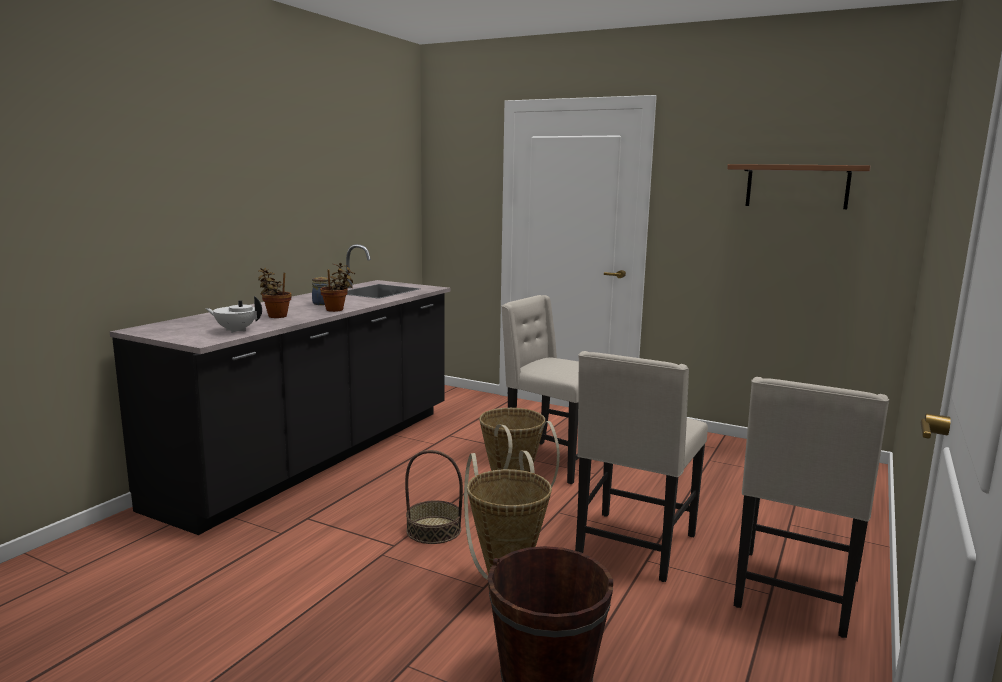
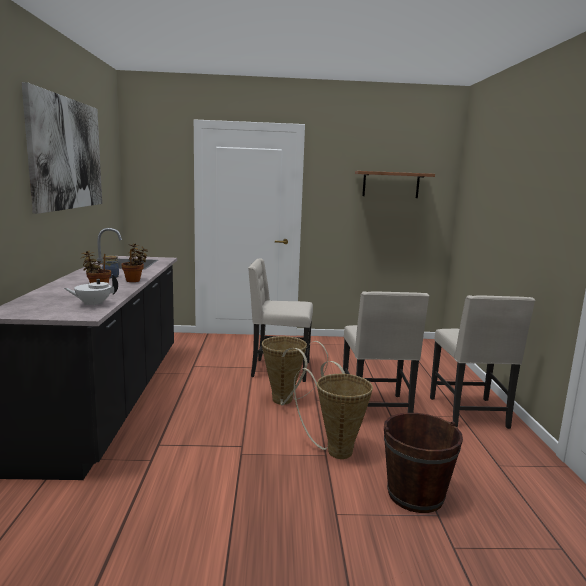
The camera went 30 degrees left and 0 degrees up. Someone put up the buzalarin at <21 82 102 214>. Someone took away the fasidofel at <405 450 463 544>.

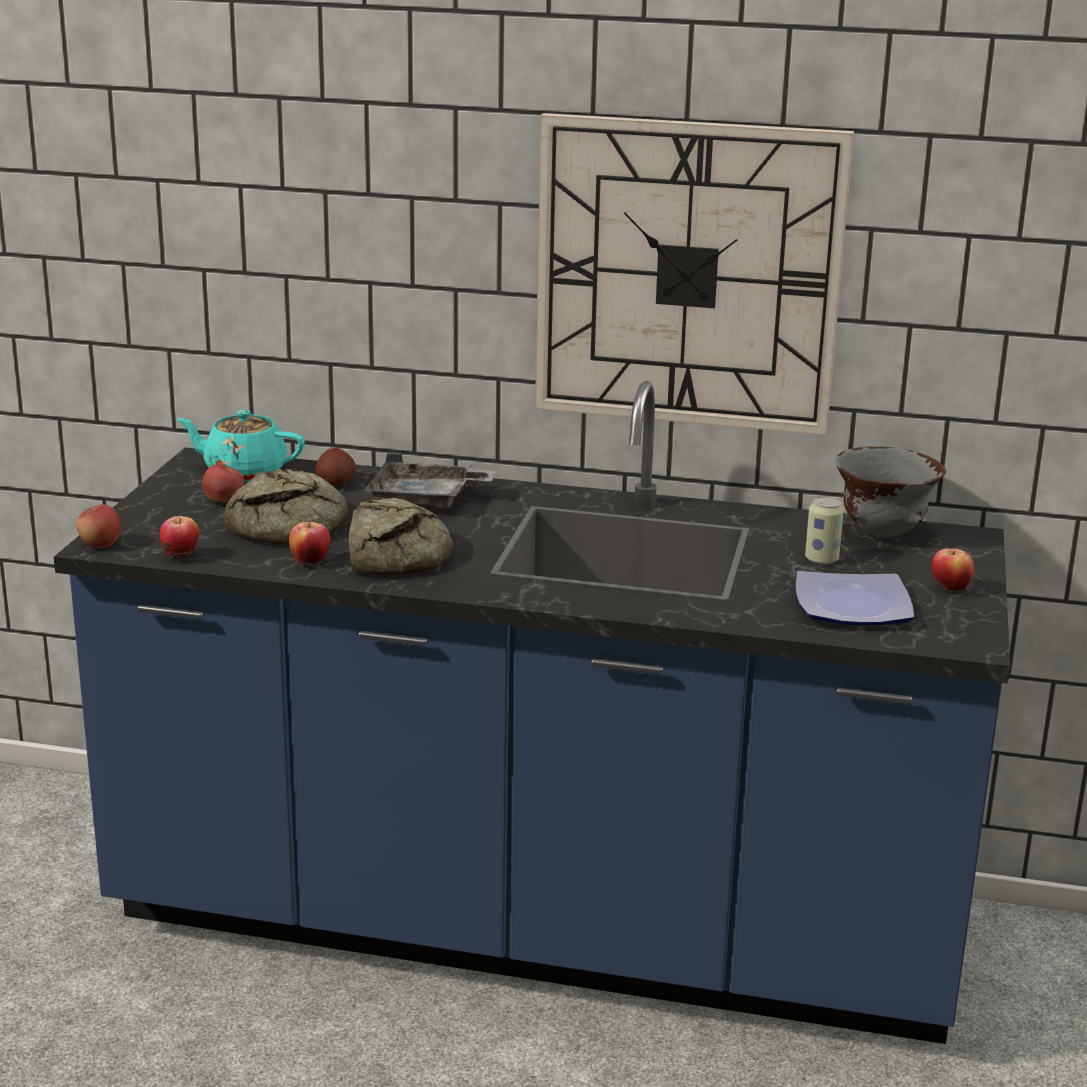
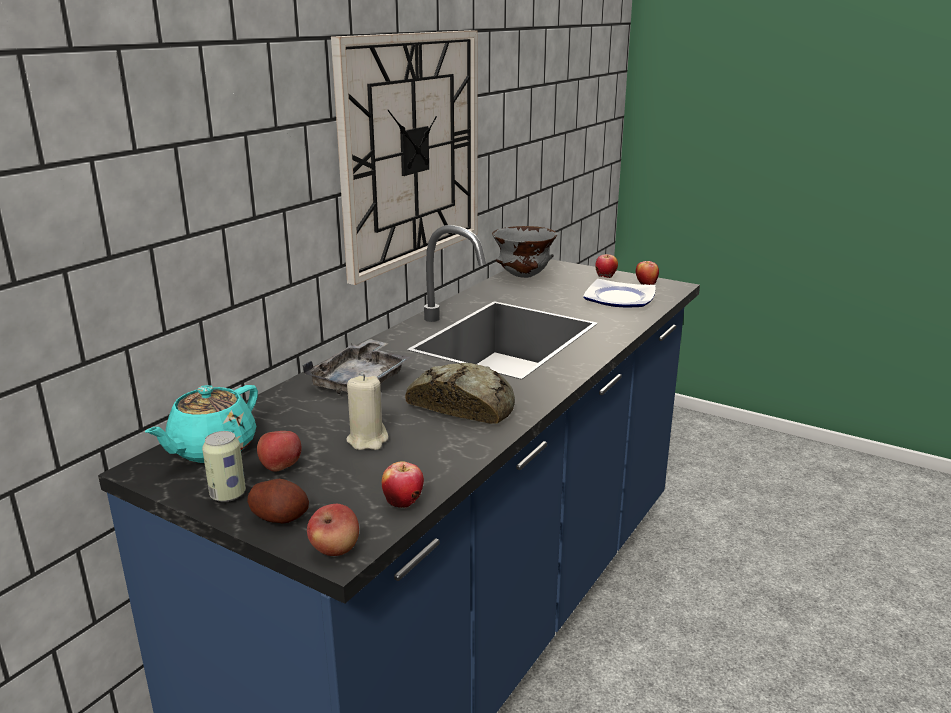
The camera went 70 degrees left and 0 degrees up. Someone carried the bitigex from <805 497 844 565> to <202 431 246 502>. Someone carried the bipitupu from <316 448 356 485> to <247 479 309 524>. Someone swapped the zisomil at <224 469 348 545> for the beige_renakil at <346 374 388 450>. Someone carried the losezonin from <289 522 331 564> to <636 261 659 285>.

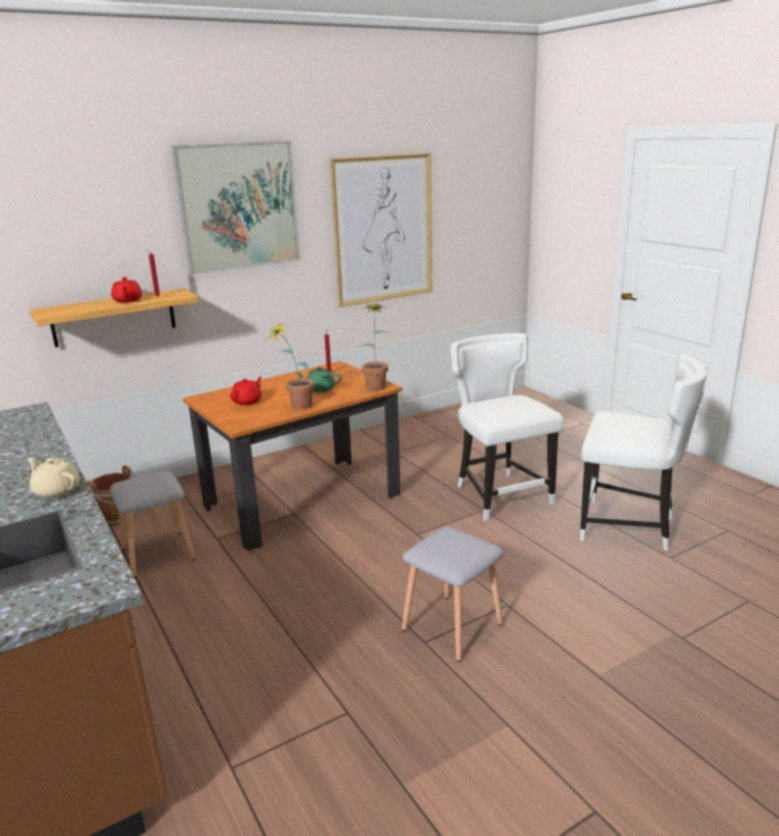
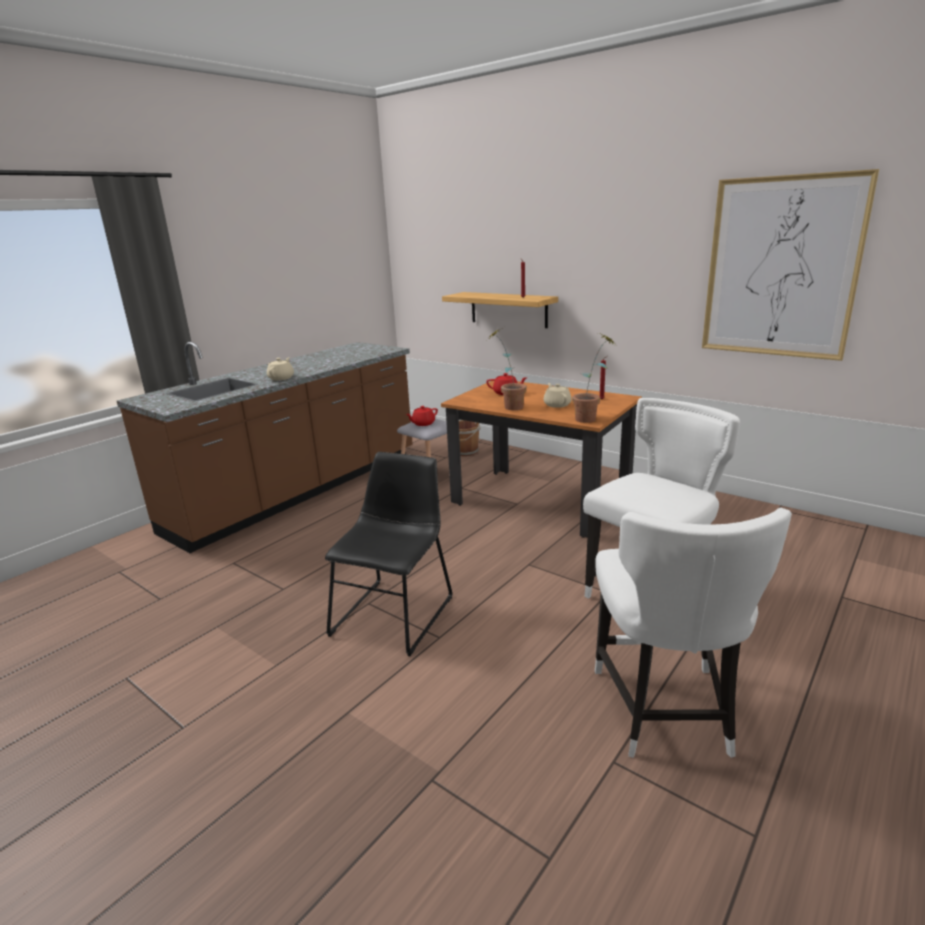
The camera went 70 degrees right and 0 degrees up. Someone swapped the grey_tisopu at <402 527 503 662> for the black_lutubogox at <325 452 453 656>. Someone carried the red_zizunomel from <111 277 142 303> to <406 406 438 426>. Someone repainted the green_zizunomel at <295 367 342 393>, which became the beige_zizunomel at <544 383 572 408>. Someone took away the buzalarin at <171 141 300 275>.

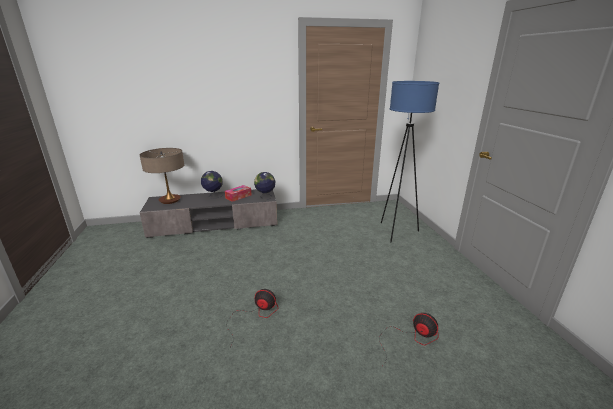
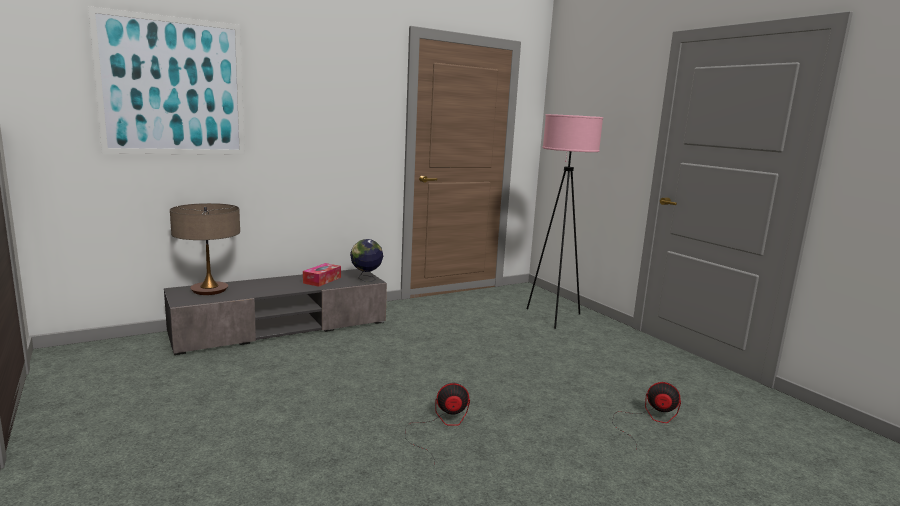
The camera went 20 degrees left and 10 degrees down. Someone put up the buzalarin at <88 6 245 155>. Someone repainted the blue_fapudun at <381 81 439 243>, which became the pink_fapudun at <527 114 603 329>. Someone took away the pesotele at <201 171 223 199>.

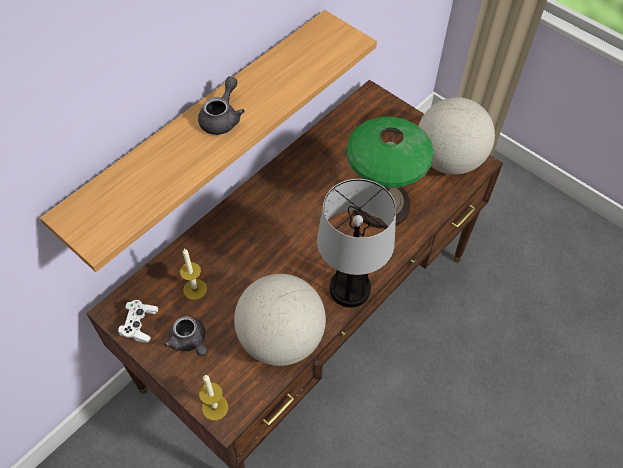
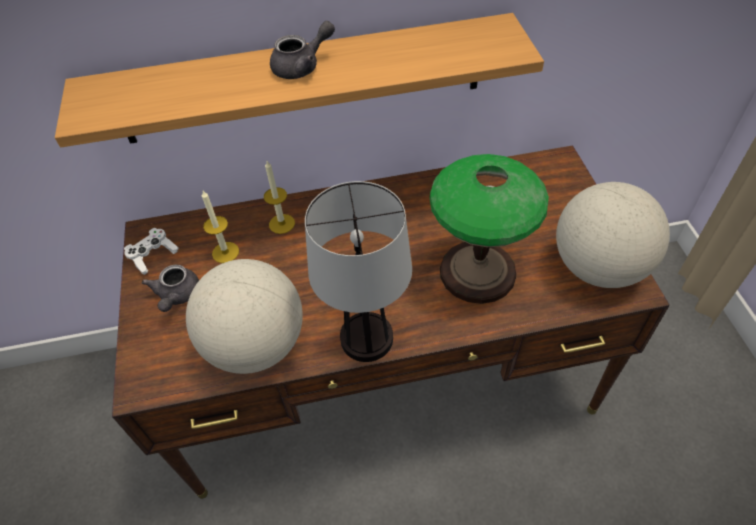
The camera went 40 degrees right and 5 degrees down. Someone carried the renakil from <199 375 228 420> to <264 161 295 234>.

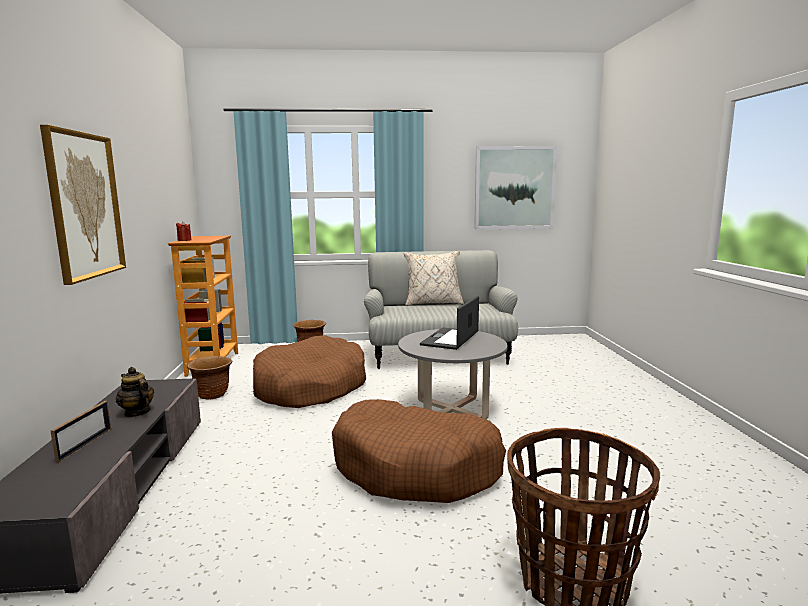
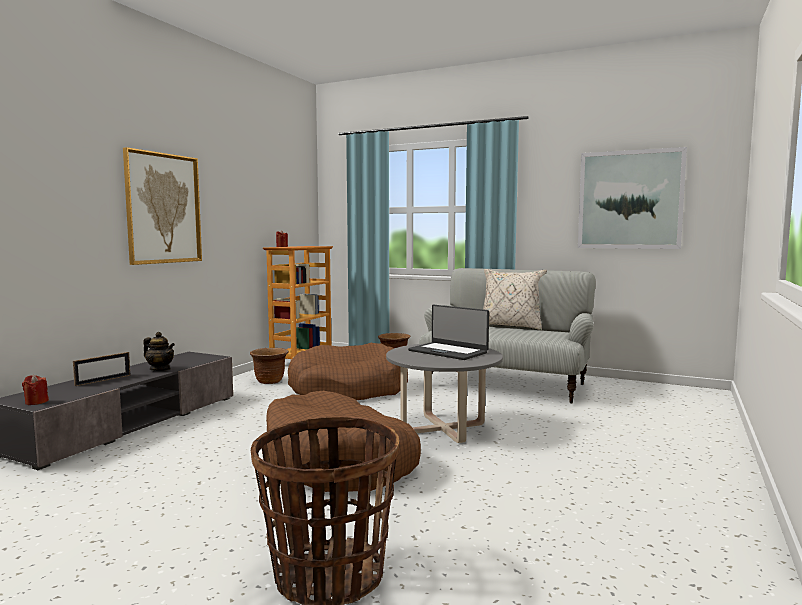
The camera went 30 degrees right and 5 degrees down. Someone put down the red_renakil at <22 375 49 405>. Someone rotated the zizunomel at <116 367 154 418> by 135 degrees clockwise. Someone rotated the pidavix at <420 296 479 350> by 105 degrees counterclockwise.

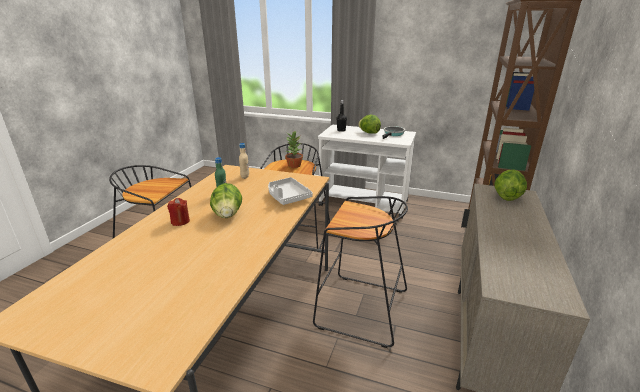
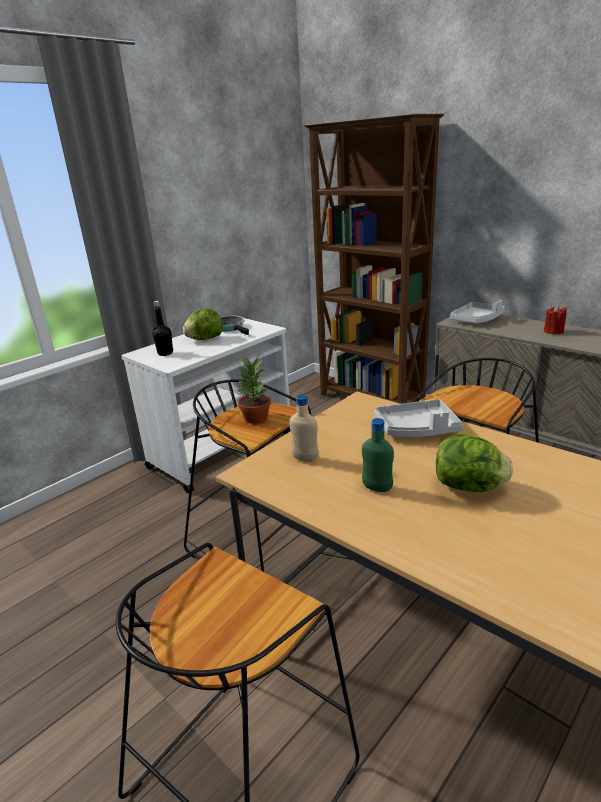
The camera went 65 degrees left and 0 degrees up. Someone swapped the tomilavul at <494 169 527 201> for the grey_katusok at <450 300 505 323>. Someone carried the red_renakil from <167 198 190 226> to <544 305 567 334>.

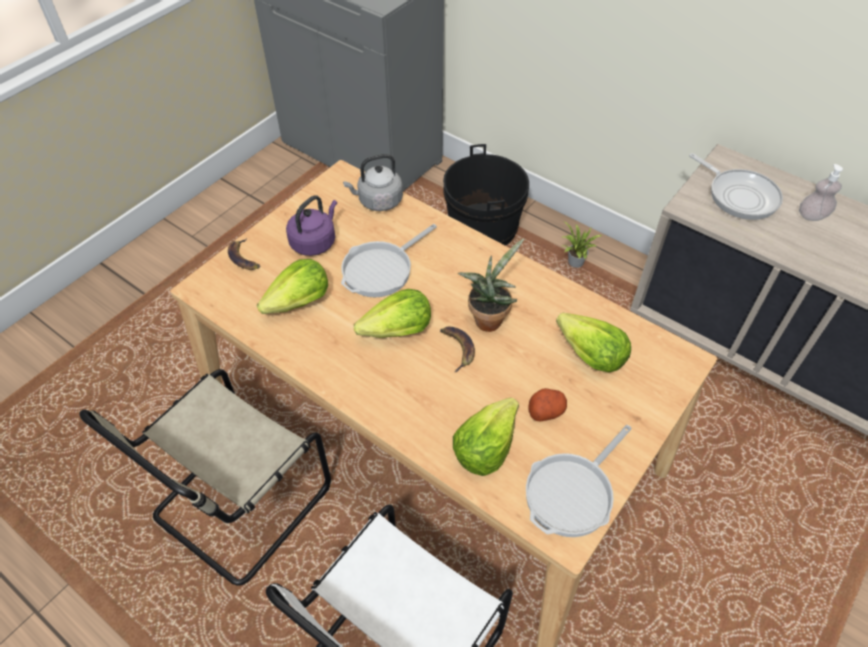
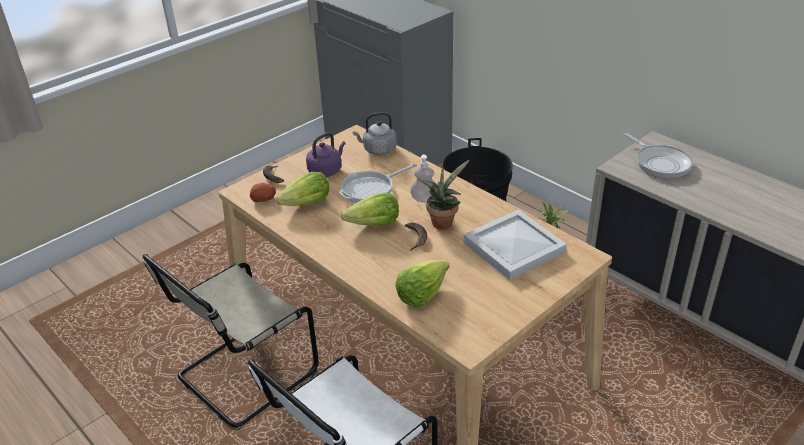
The camera went 10 degrees right and 15 degrees down. Someone carried the bipitupu from <529 388 567 422> to <250 183 276 202>. Someone carried the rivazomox from <799 164 843 221> to <410 154 435 203>. Someone swapped the tomilavul at <556 313 631 372> for the white_katusok at <463 209 567 280>. Someone took away the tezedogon at <526 425 632 537>.

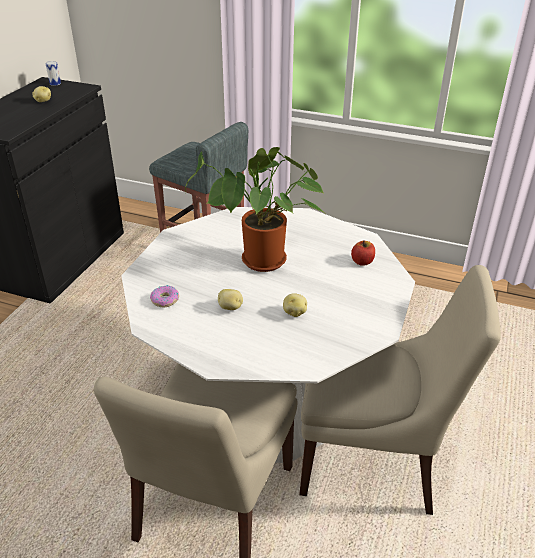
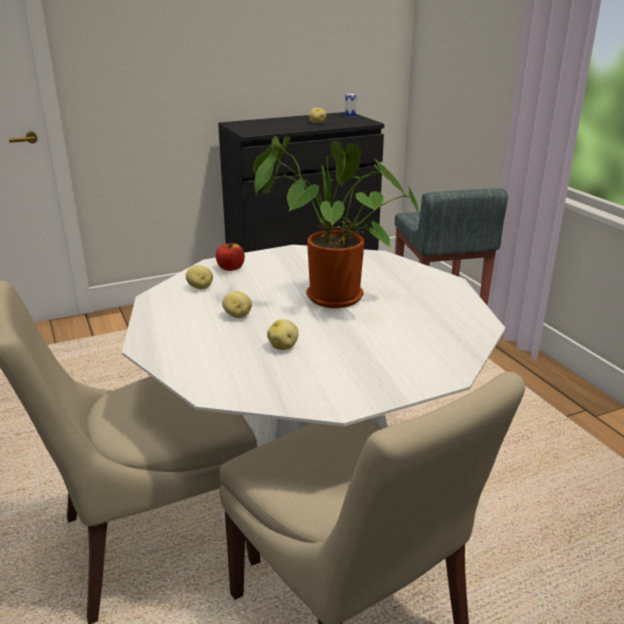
The camera went 45 degrees right and 10 degrees down. Someone swapped the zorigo at <150 285 179 307> for the bipitupu at <186 265 213 289>. Someone carried the losezonin from <351 240 375 266> to <216 241 245 271>.

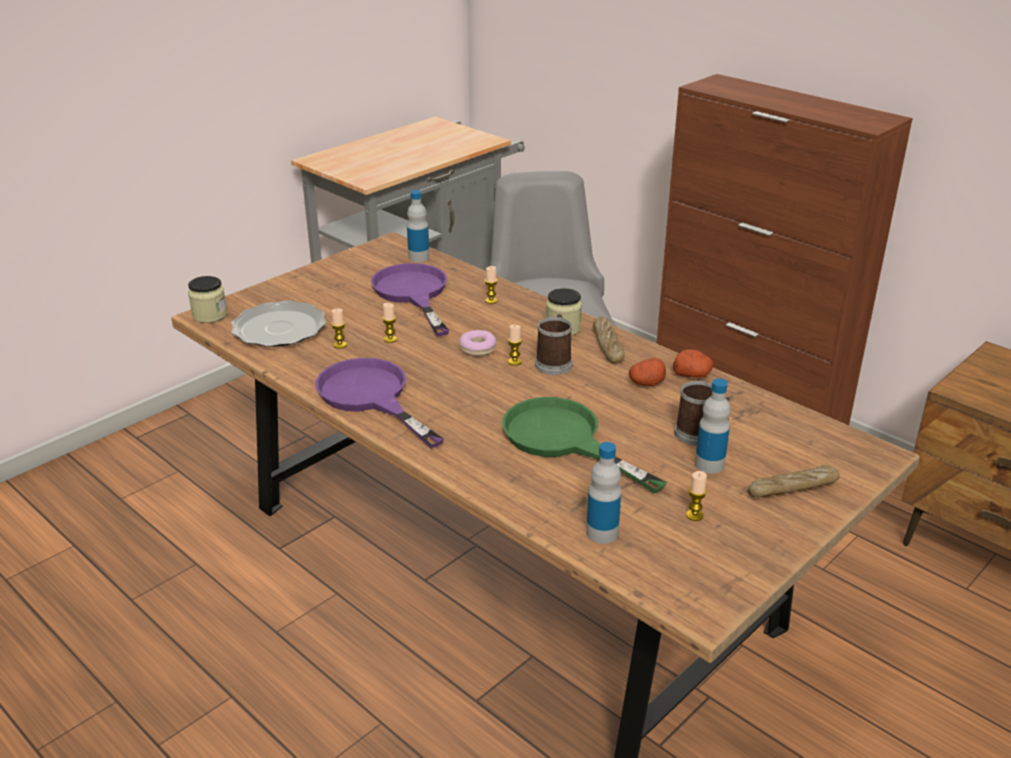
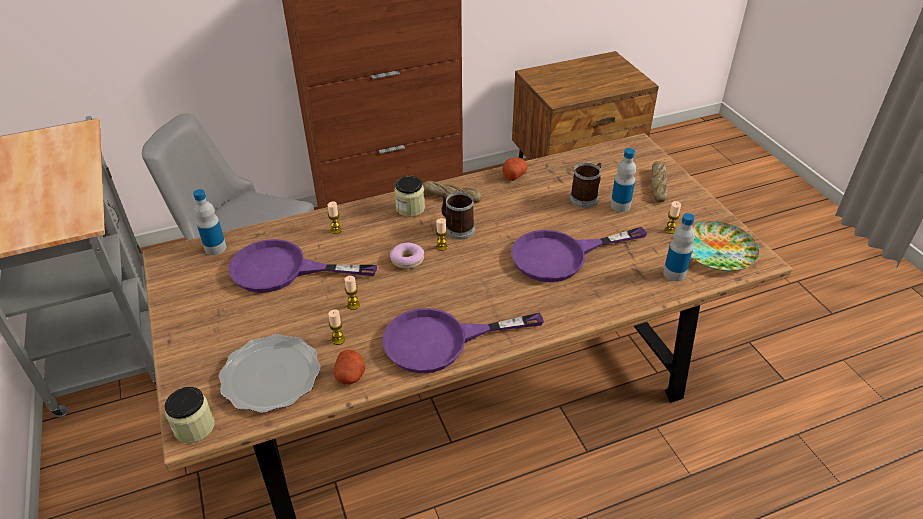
The camera went 65 degrees left and 10 degrees up. Someone carried the bipitupu from <629 358 666 386> to <334 350 365 384>. Someone repainted the green_tezedogon at <502 397 667 494>, which became the purple_tezedogon at <511 227 647 282>. Someone put down the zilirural at <691 221 760 271>.

